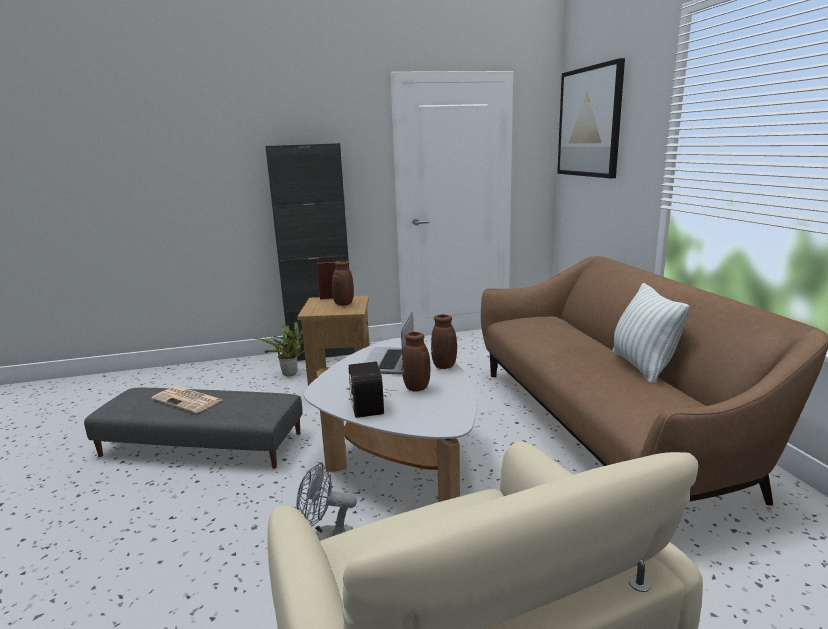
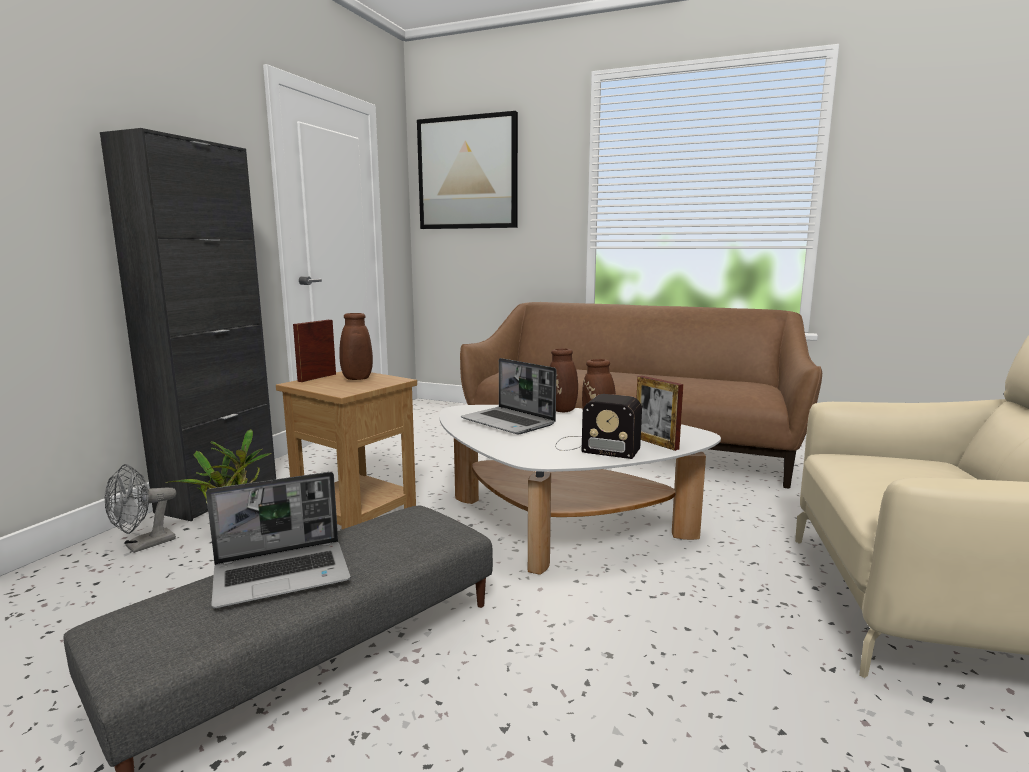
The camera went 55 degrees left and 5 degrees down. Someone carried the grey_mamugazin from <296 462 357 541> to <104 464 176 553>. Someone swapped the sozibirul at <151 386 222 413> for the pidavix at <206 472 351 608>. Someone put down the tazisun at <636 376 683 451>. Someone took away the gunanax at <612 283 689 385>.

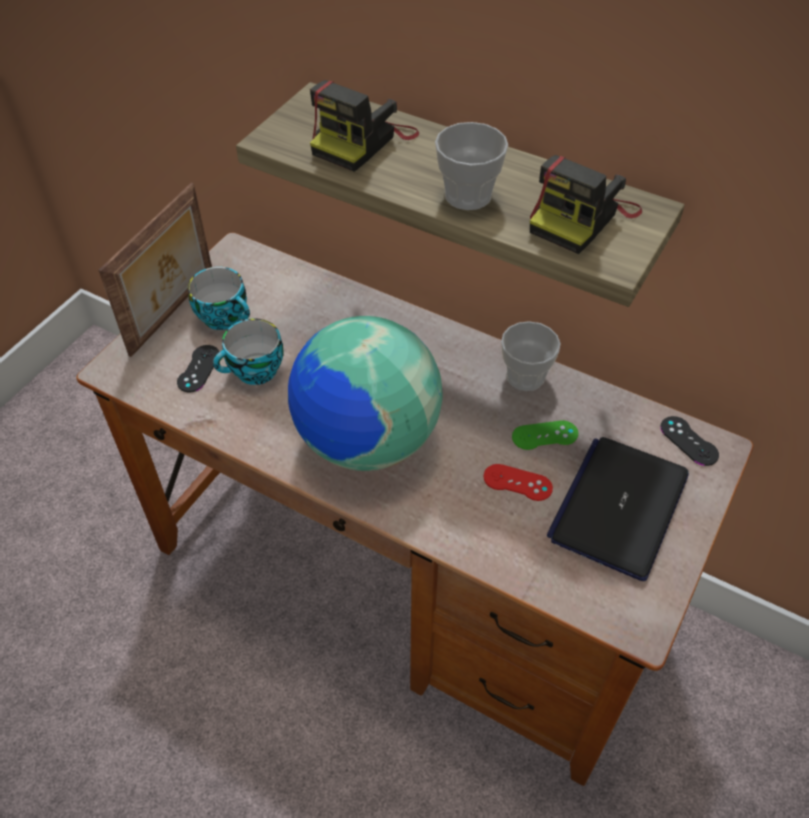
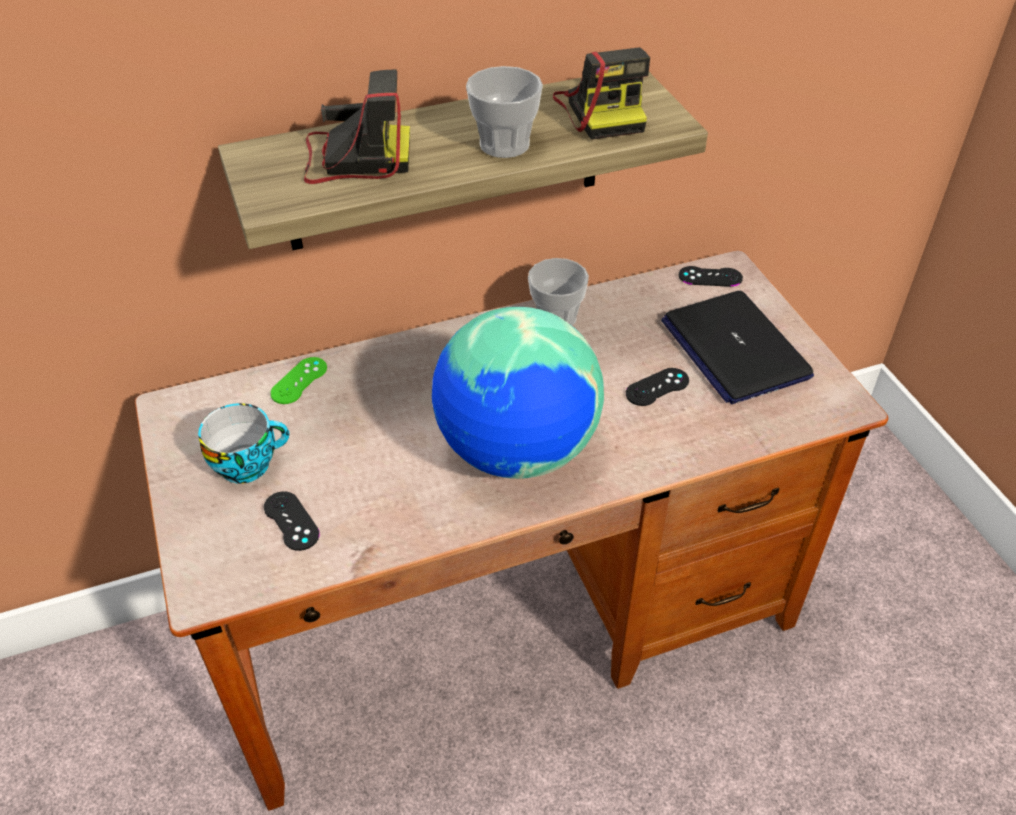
The camera went 50 degrees left and 5 degrees down. Someone carried the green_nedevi from <512 421 578 450> to <270 357 327 404>. Someone rotated the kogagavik at <310 80 419 172> by 75 degrees counterclockwise. Someone repainted the red_nedevi at <484 464 553 501>, which became the black_nedevi at <626 368 689 406>. Someone took away the tazisun at <98 183 212 357>. Someone took away the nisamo at <213 318 283 385>.

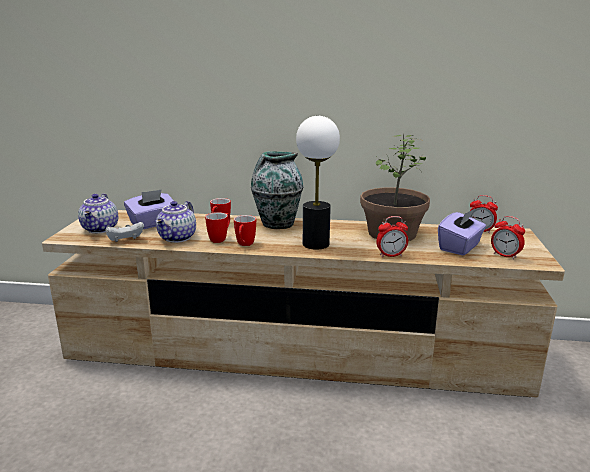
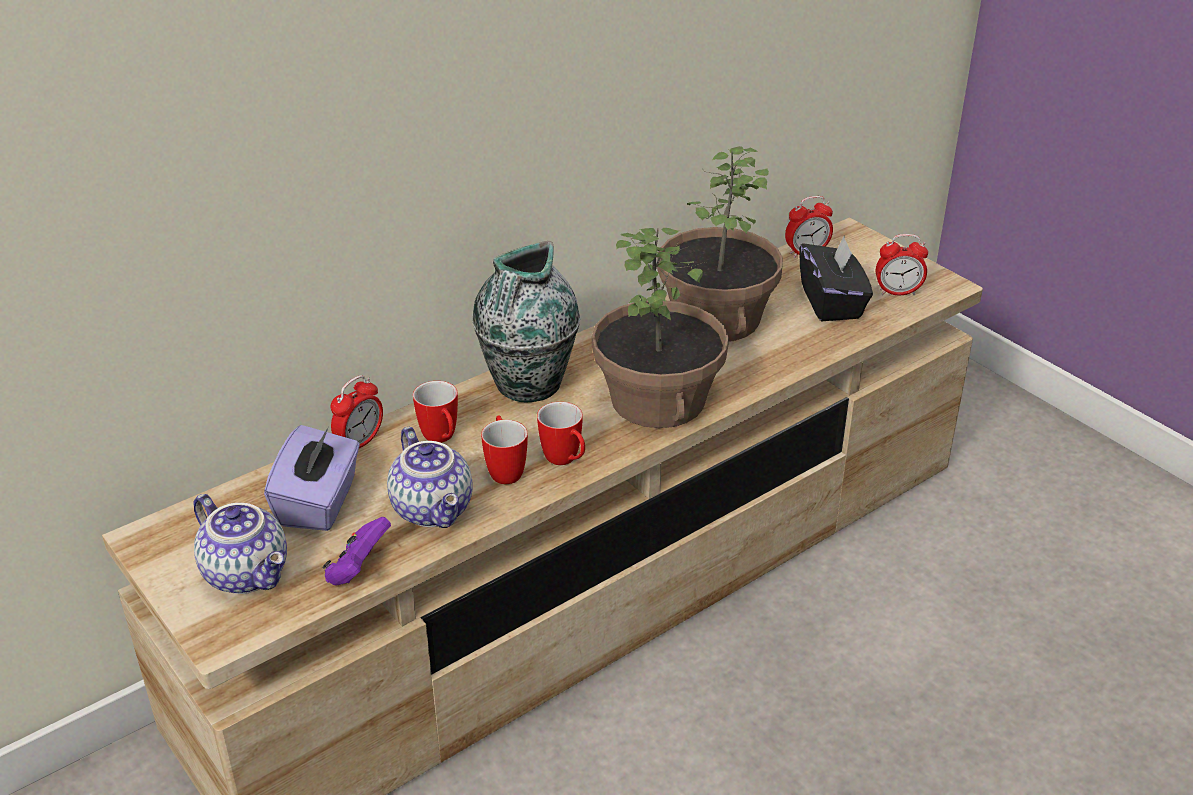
The camera went 45 degrees left and 15 degrees up. Someone repainted the white_nedevi at <106 222 144 242>, which became the purple_nedevi at <323 517 391 586>. Someone carried the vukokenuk from <376 216 408 257> to <331 375 383 448>. Someone swapped the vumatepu at <296 116 340 250> for the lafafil at <592 228 729 428>. Someone repainted the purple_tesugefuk at <438 208 486 255>, which became the black_tesugefuk at <799 236 873 321>.

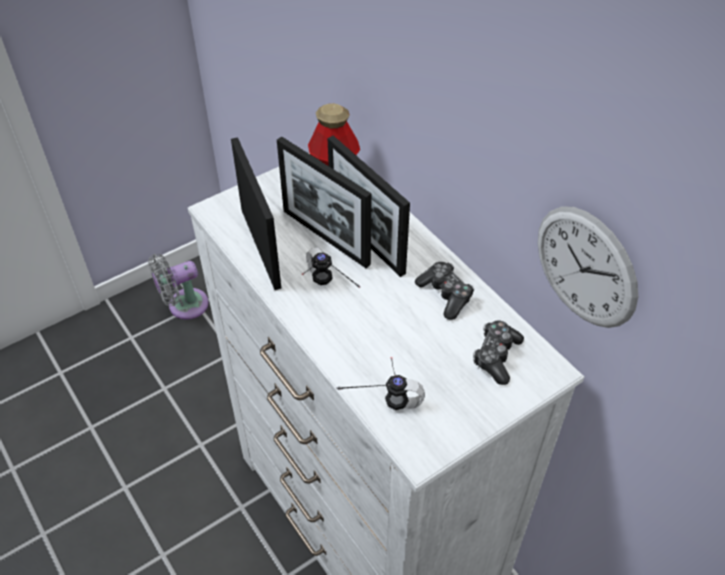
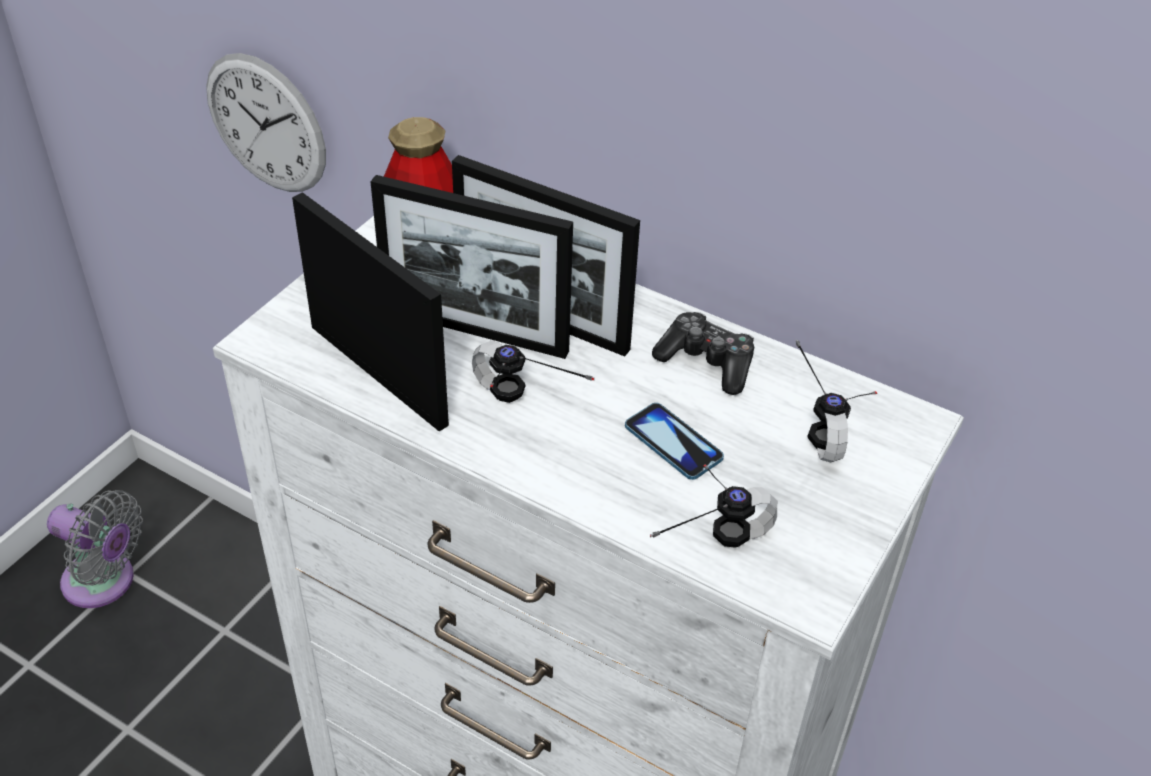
The camera went 25 degrees left and 5 degrees down. Someone rotated the grey_mamugazin at <148 254 209 320> by 105 degrees counterclockwise. Someone carried the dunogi from <538 207 638 328> to <206 53 326 192>. Someone put down the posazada at <625 403 724 480>. Someone swapped the nedevi at <473 320 524 385> for the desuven at <796 339 877 463>.

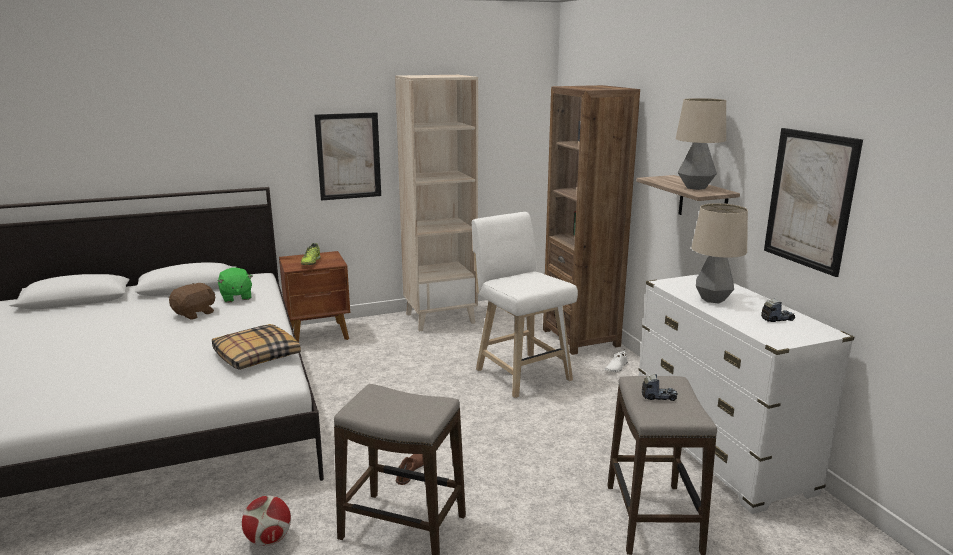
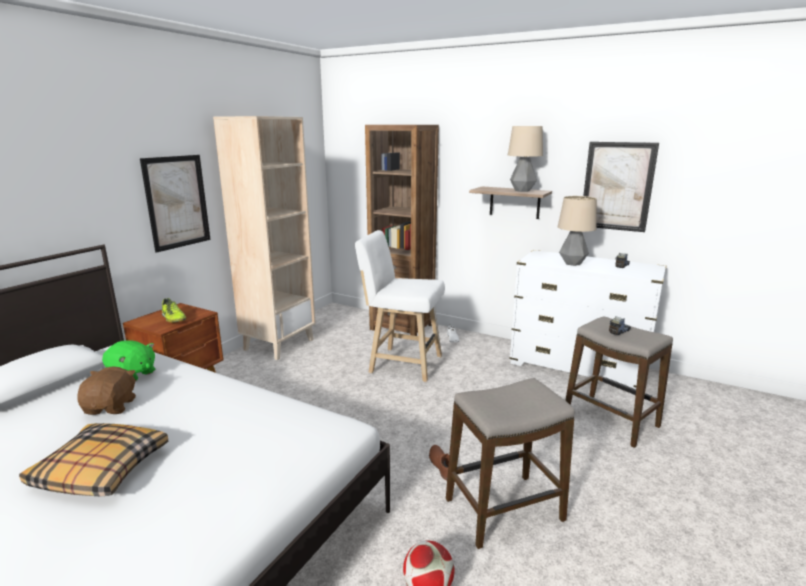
The camera went 40 degrees left and 0 degrees up. Someone carried the gunanax from <212 324 301 370> to <19 423 168 497>.

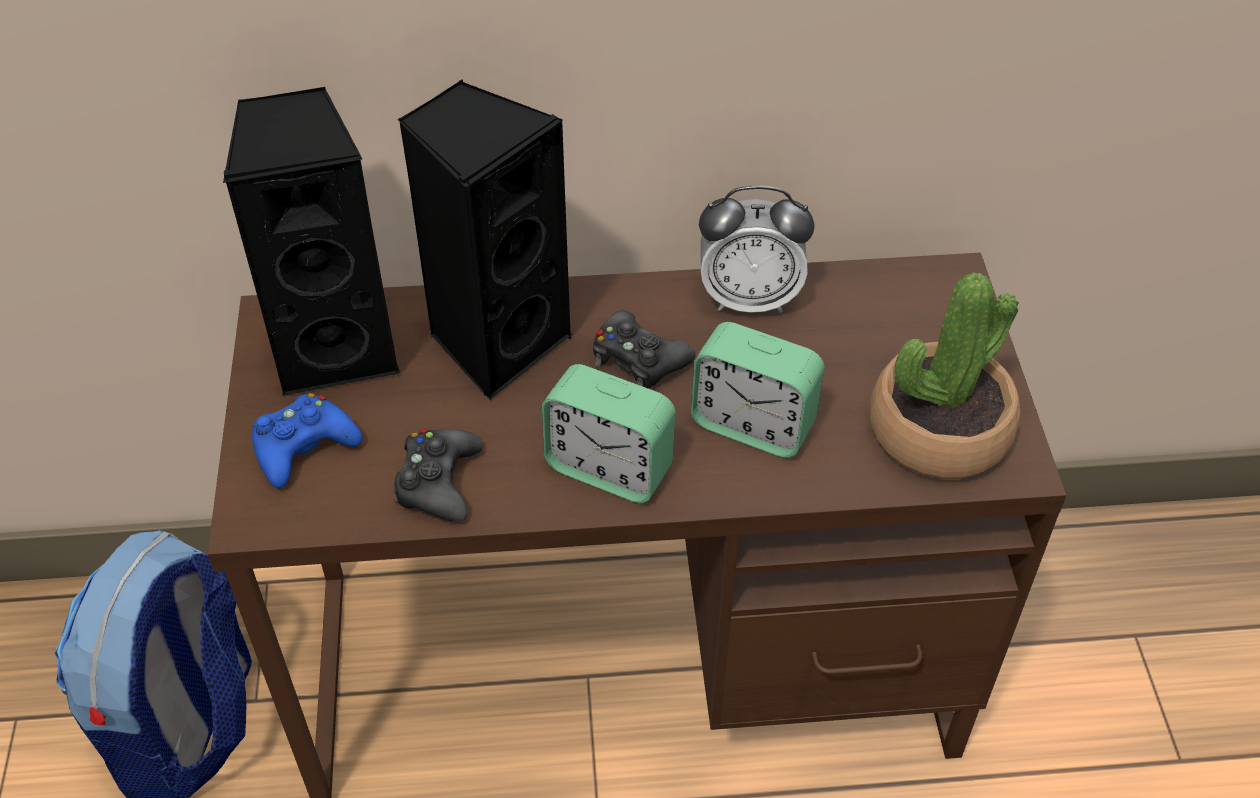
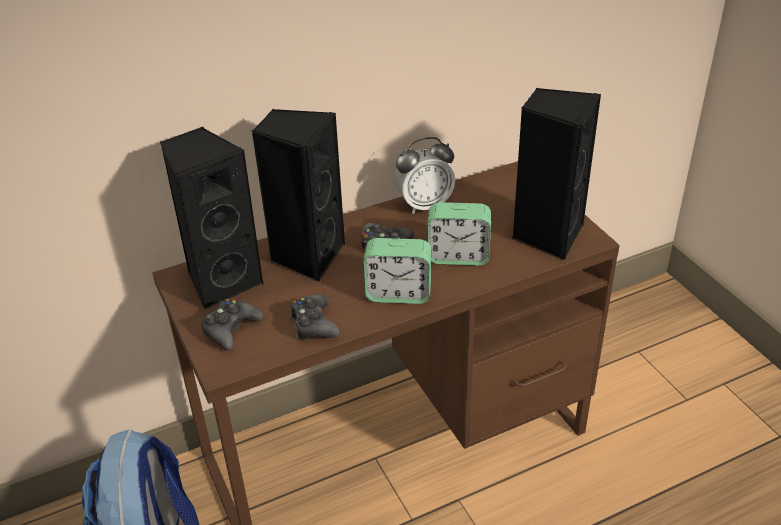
The camera went 20 degrees left and 10 degrees down. Someone repainted the blue_nedevi at <252 393 362 488>, which became the black_nedevi at <202 299 263 350>. Someone swapped the lafafil at <870 272 1020 479> for the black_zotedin at <512 88 601 260>.

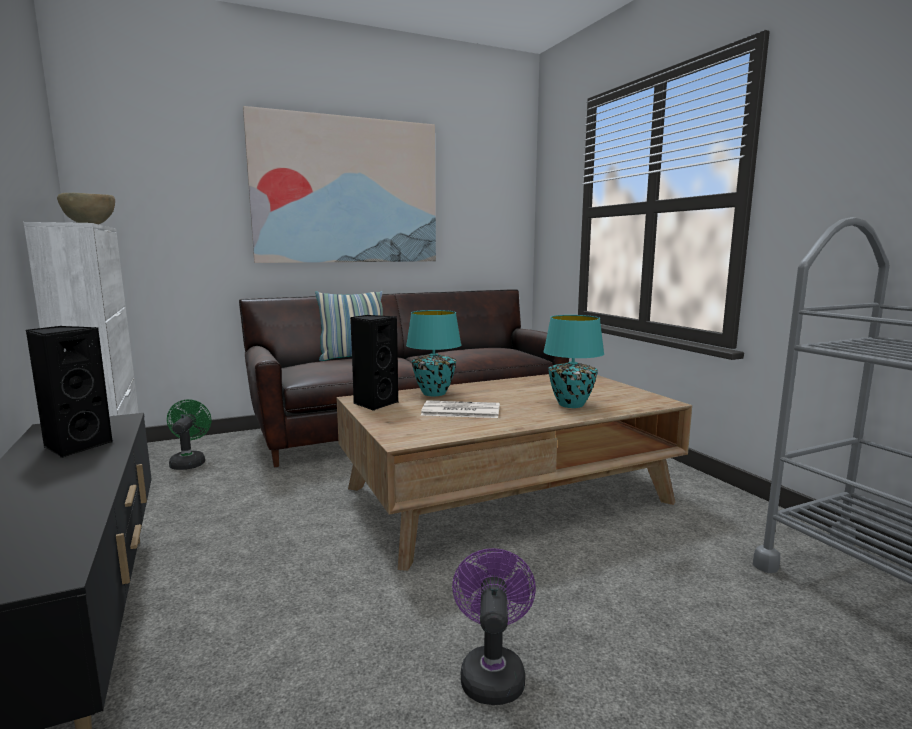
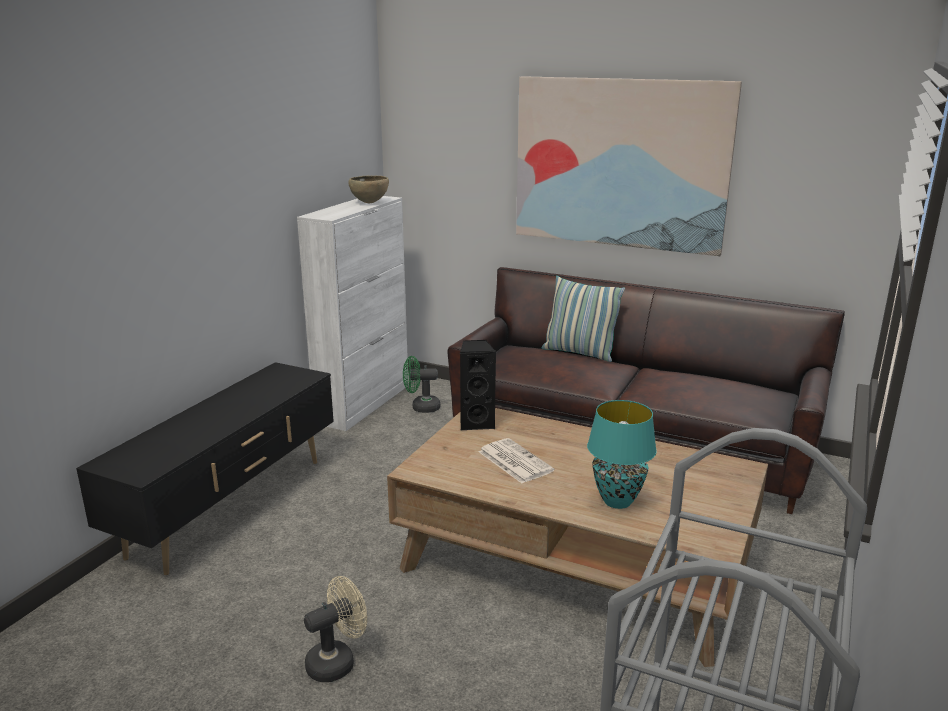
The camera went 50 degrees right and 10 degrees up. Someone repainted the purple_mamugazin at <452 548 536 705>, which became the beige_mamugazin at <304 576 367 682>. Someone rotated the green_mamugazin at <167 399 211 470> by 135 degrees counterclockwise. Someone took away the black_zotedin at <26 326 114 458>. Someone took away the turquoise_vumatepu at <406 310 461 396>.

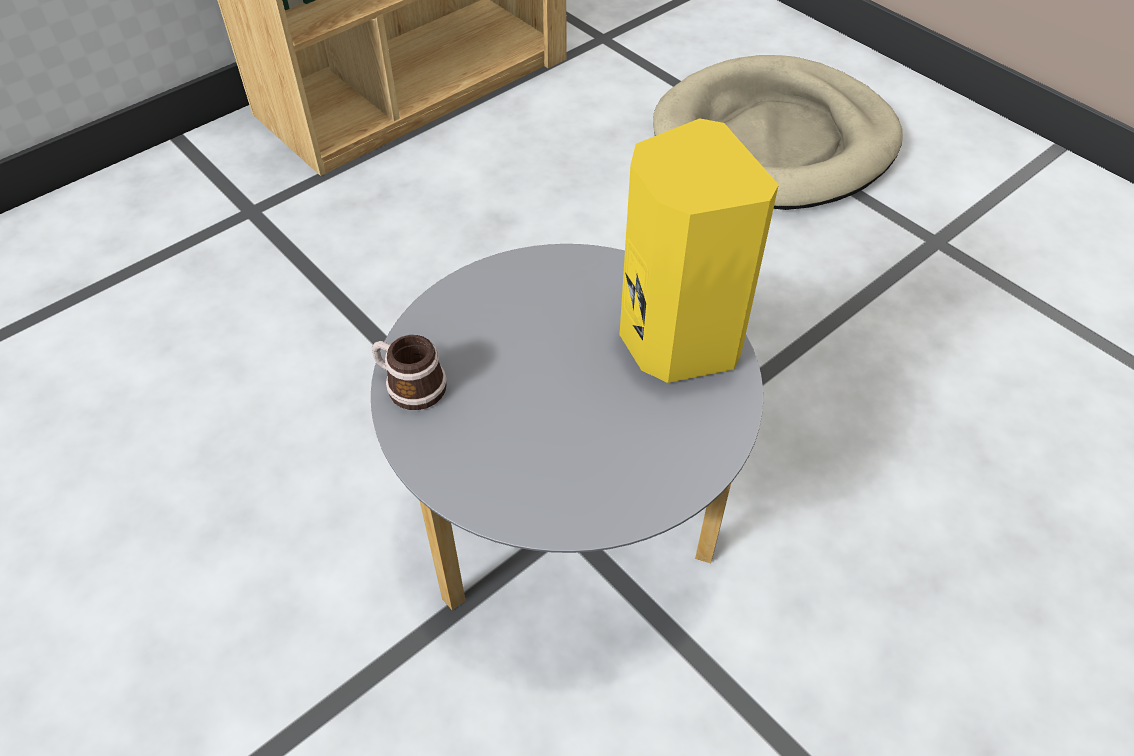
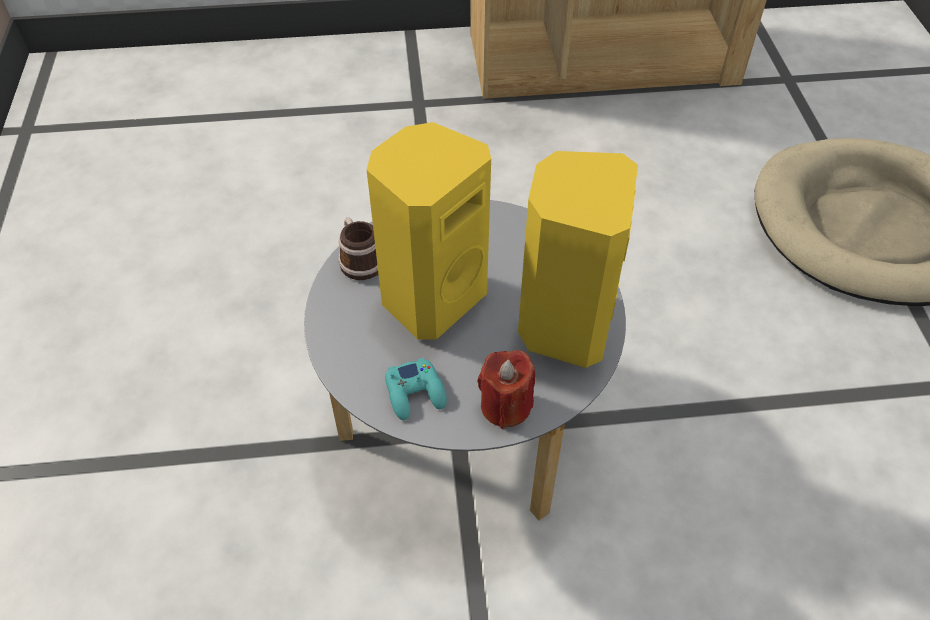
The camera went 35 degrees right and 0 degrees up. Someone put down the yellow_zotedin at <367 122 491 340>. Someone put down the turquoise_nedevi at <385 358 447 420>. Someone put down the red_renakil at <477 350 535 429>.

